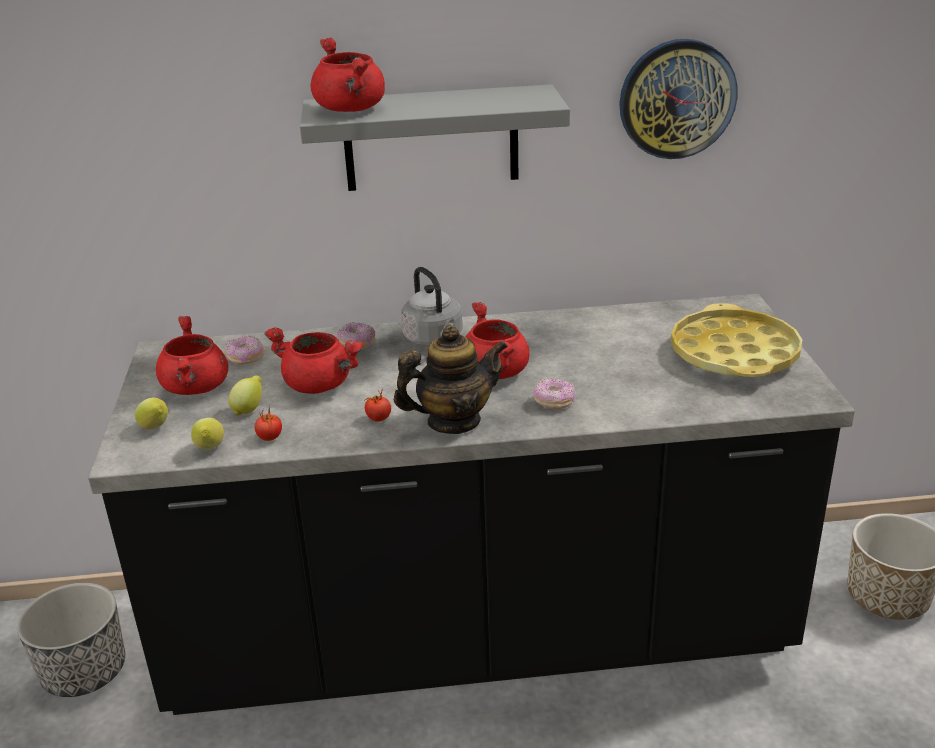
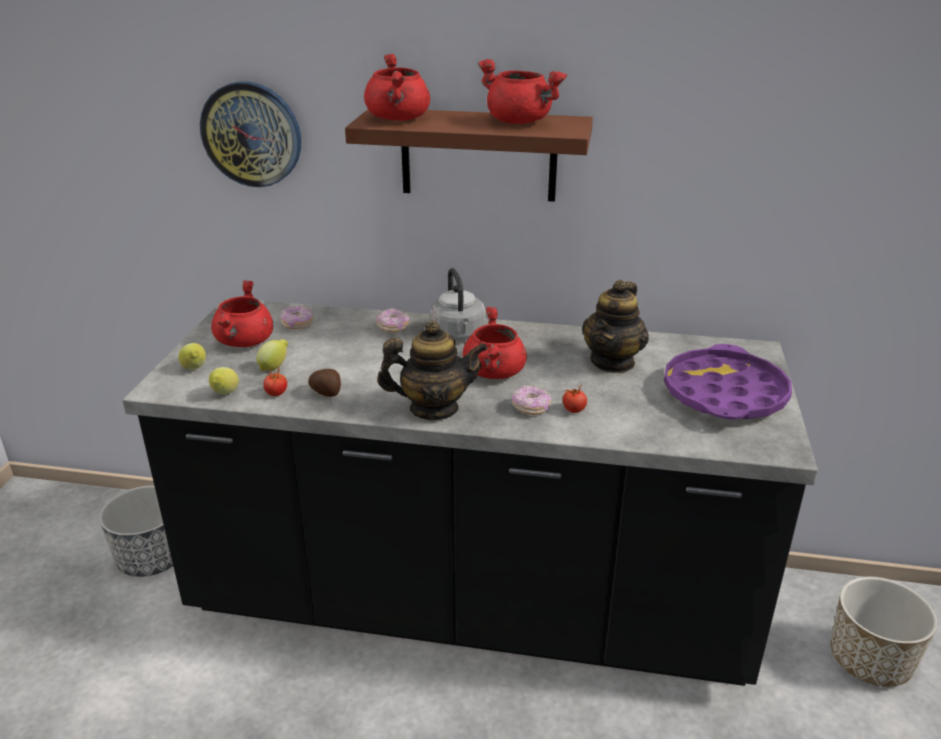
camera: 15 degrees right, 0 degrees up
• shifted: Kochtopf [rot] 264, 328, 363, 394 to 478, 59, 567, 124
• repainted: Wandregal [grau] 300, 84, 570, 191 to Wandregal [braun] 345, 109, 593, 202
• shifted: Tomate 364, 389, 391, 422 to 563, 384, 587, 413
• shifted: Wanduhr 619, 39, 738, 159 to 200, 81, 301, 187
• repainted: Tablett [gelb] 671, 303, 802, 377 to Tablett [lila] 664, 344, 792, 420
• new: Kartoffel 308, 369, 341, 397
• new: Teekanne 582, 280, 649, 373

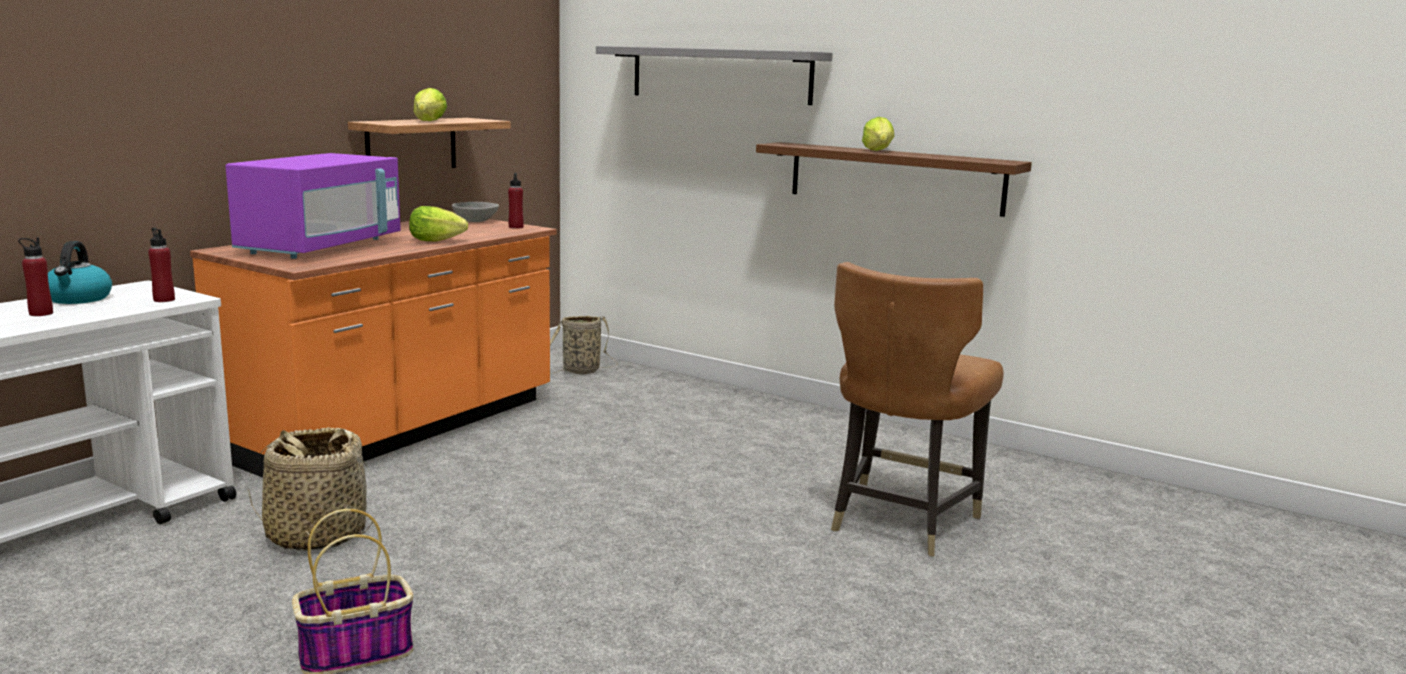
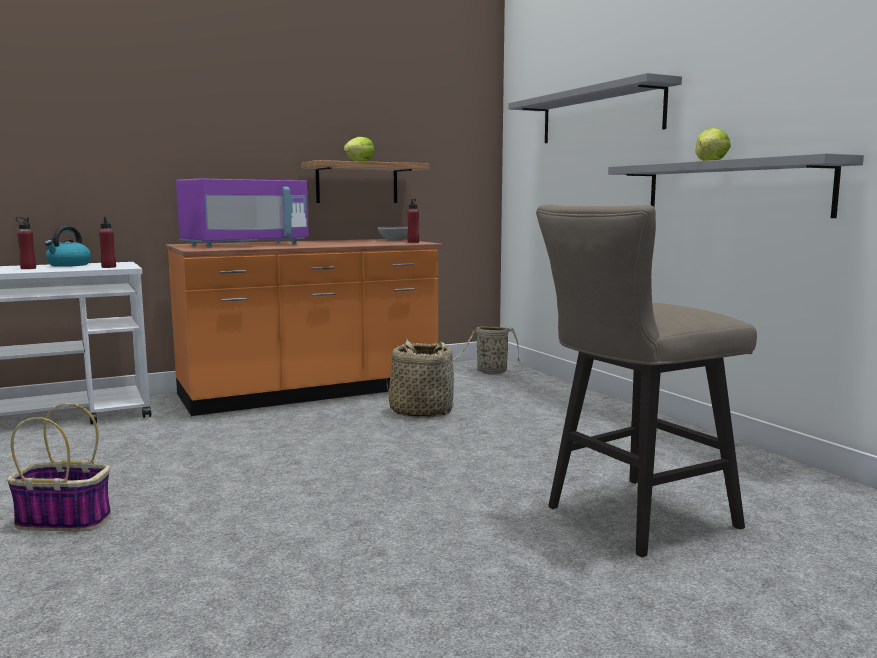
camera: 30 degrees right, 5 degrees down
• shifted: Korb 248, 427, 375, 551 to 387, 339, 454, 418
• gone: Salatkopf 409, 206, 468, 242
• repainted: Wandregal [braun] 756, 142, 1032, 217 to Wandregal [grau] 608, 153, 864, 218
• swapped: Stuhl [braun] 831, 262, 1004, 556 to Hocker [beige] 536, 204, 757, 557

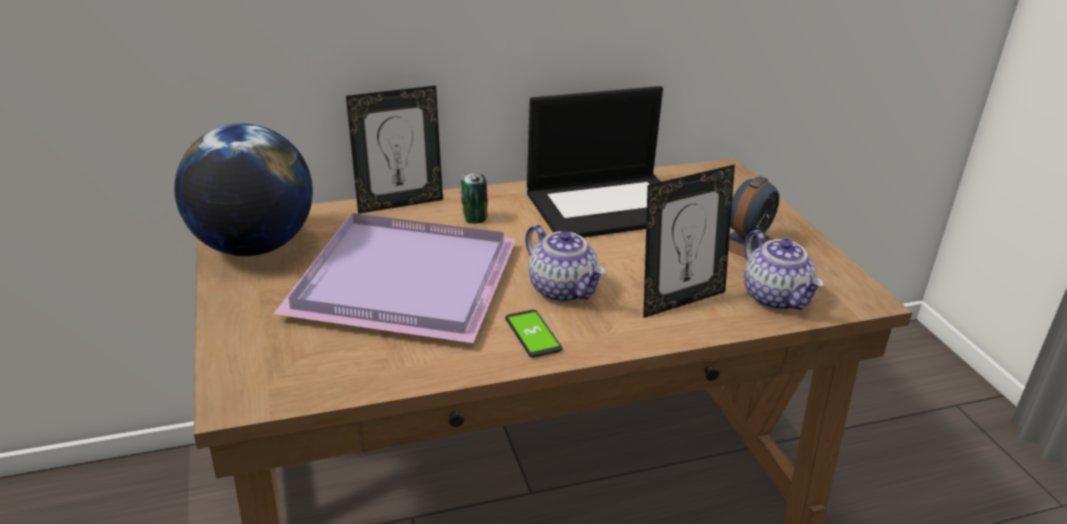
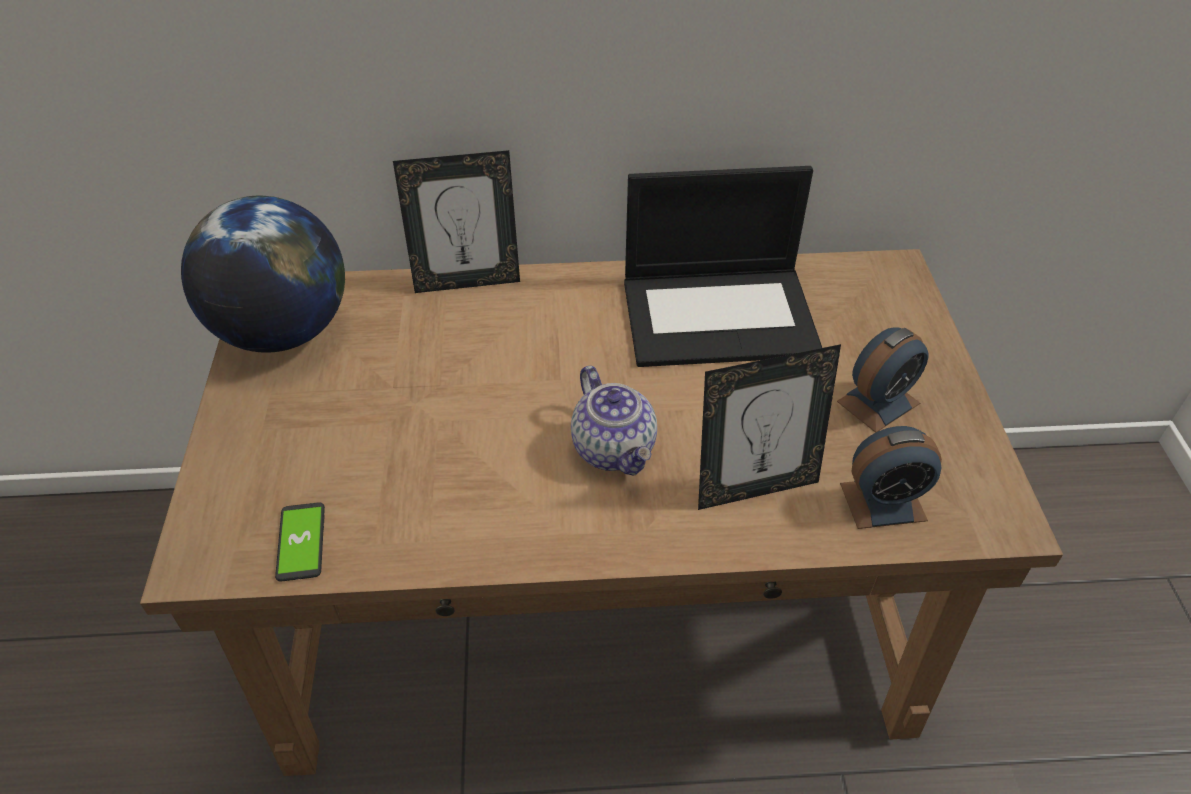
camera: 15 degrees right, 15 degrees up
• gone: Tablett [lila] 274, 213, 516, 343
• gone: Dose 460, 173, 488, 223
• shifted: Handy 505, 310, 562, 358 to 275, 502, 325, 582
• swapped: Teekanne 744, 230, 824, 310 to Wecker 840, 426, 942, 529

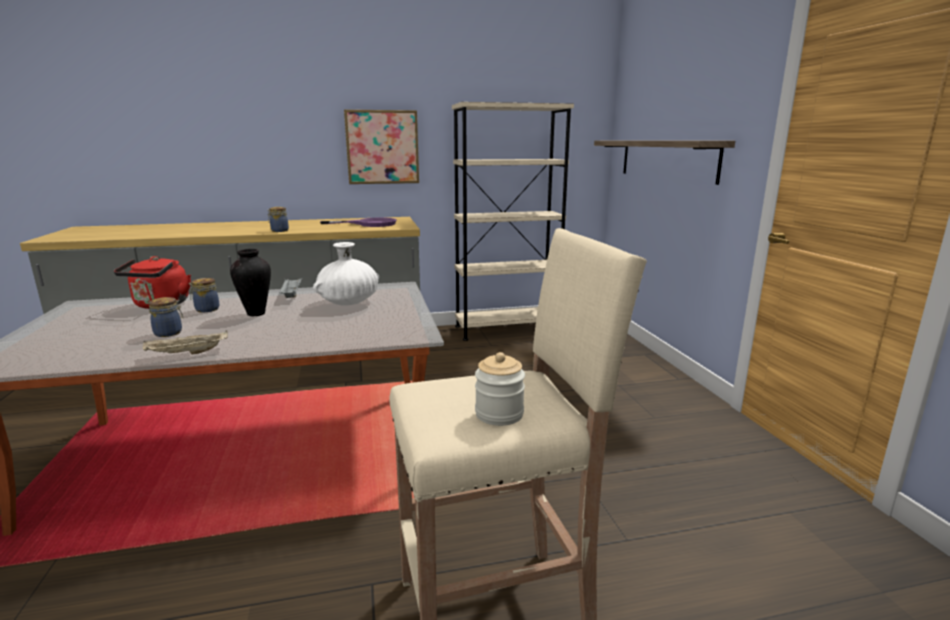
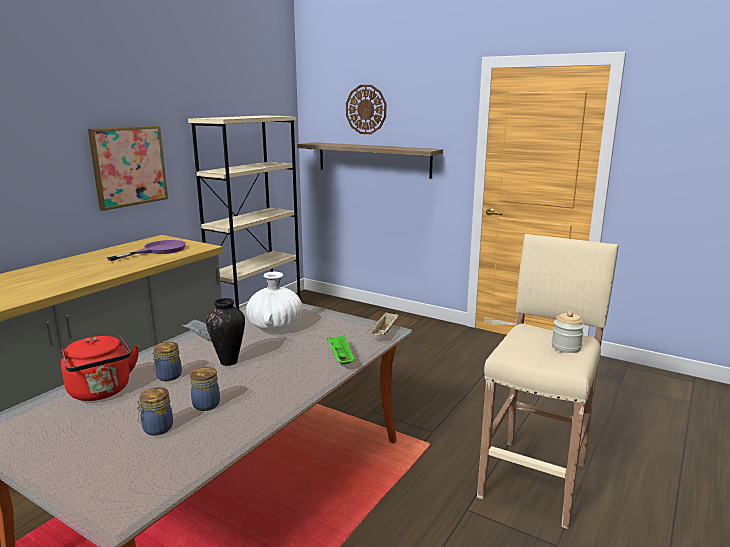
camera: 45 degrees left, 0 degrees up
• shifted: Tablett [beige] 143, 331, 228, 355 to 367, 312, 398, 336
• shifted: Vorratsglas 268, 207, 289, 232 to 136, 387, 173, 435
• new: Tablett [grün] 327, 335, 355, 365
• new: Wanduhr 346, 85, 386, 134

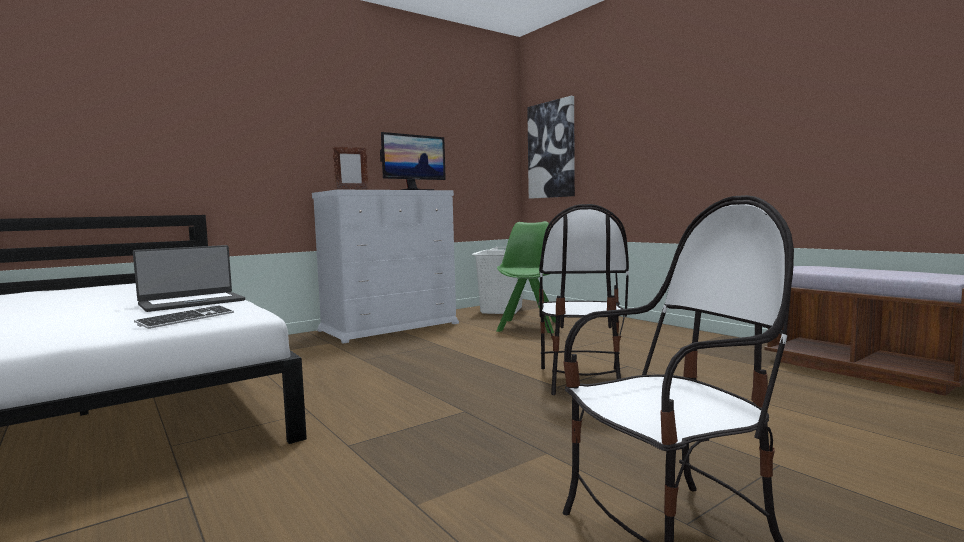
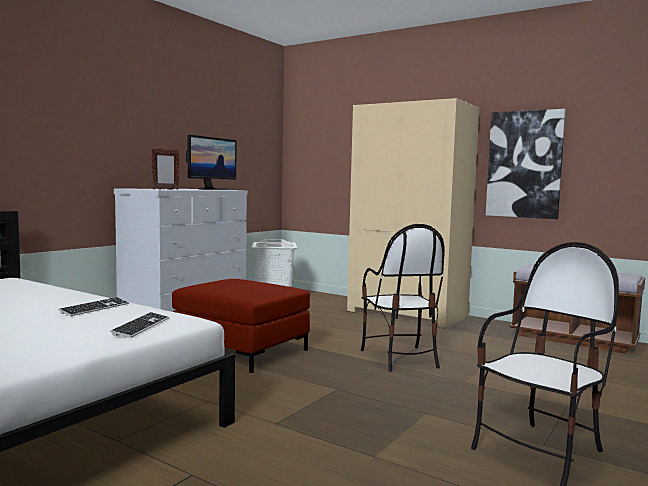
camera: 20 degrees left, 0 degrees up
• swapped: Laptop 133, 245, 245, 312 to Tastatur 58, 297, 129, 316
• gone: Stuhl [grün] 496, 221, 556, 333
• shifted: Bild 527, 96, 575, 199 to 486, 109, 566, 219
• new: Polsterhocker [rot] 172, 279, 310, 373
• new: Kleiderschrank [beige] 347, 98, 479, 328

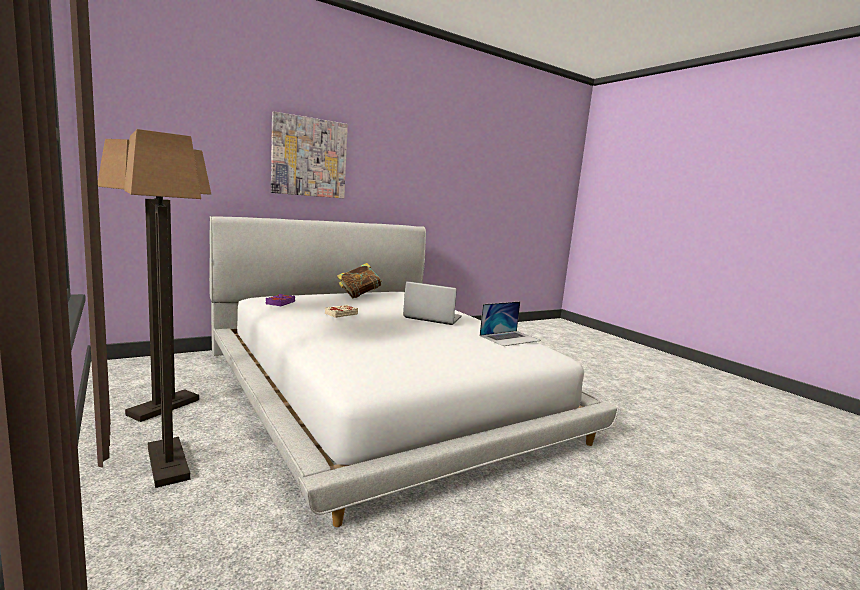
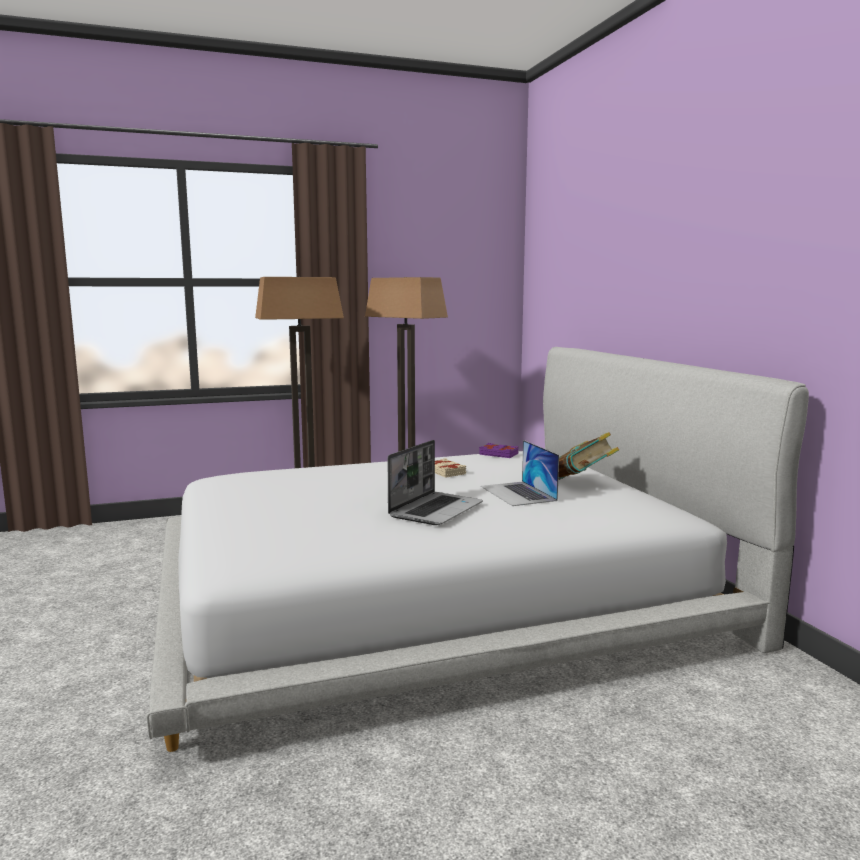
camera: 105 degrees right, 0 degrees up
• gone: Bild 271, 111, 348, 198
• shifted: Laptop 479, 301, 541, 346 to 481, 440, 559, 506

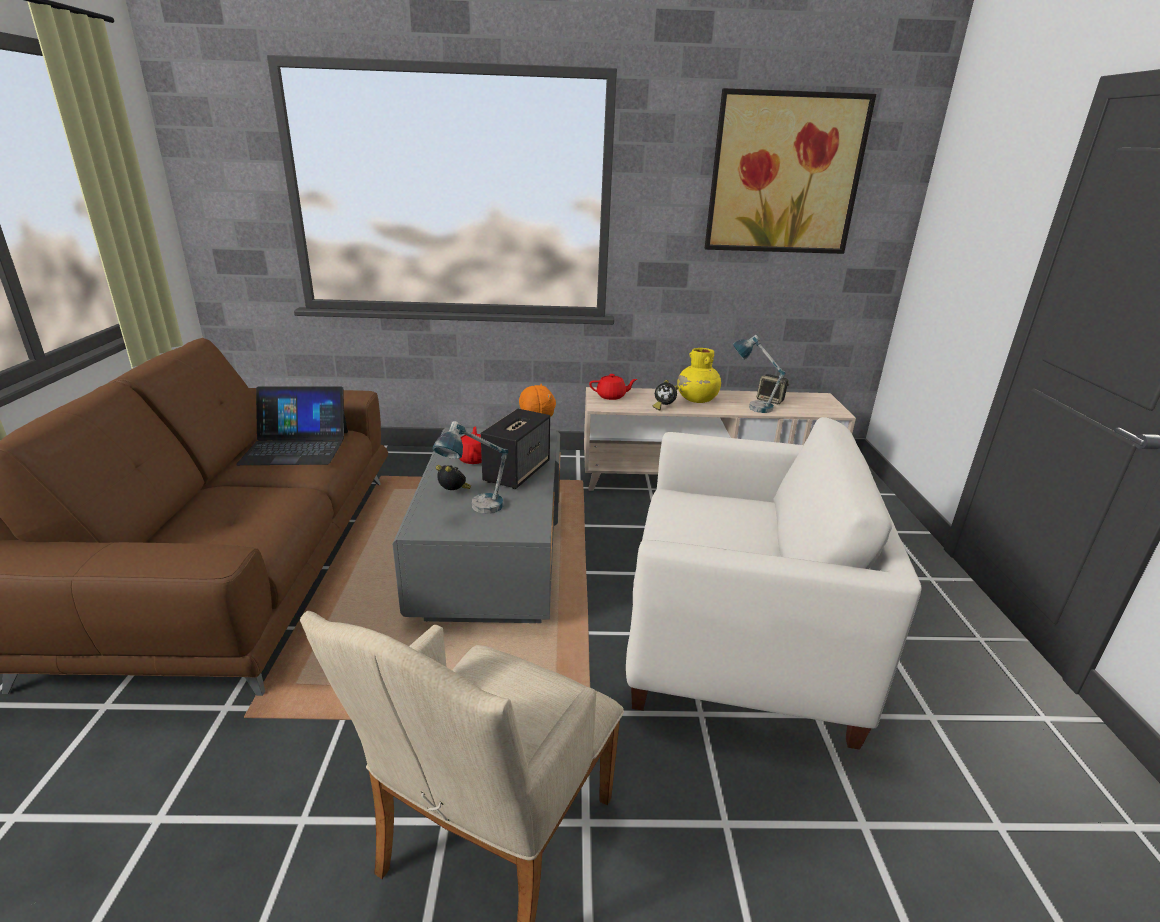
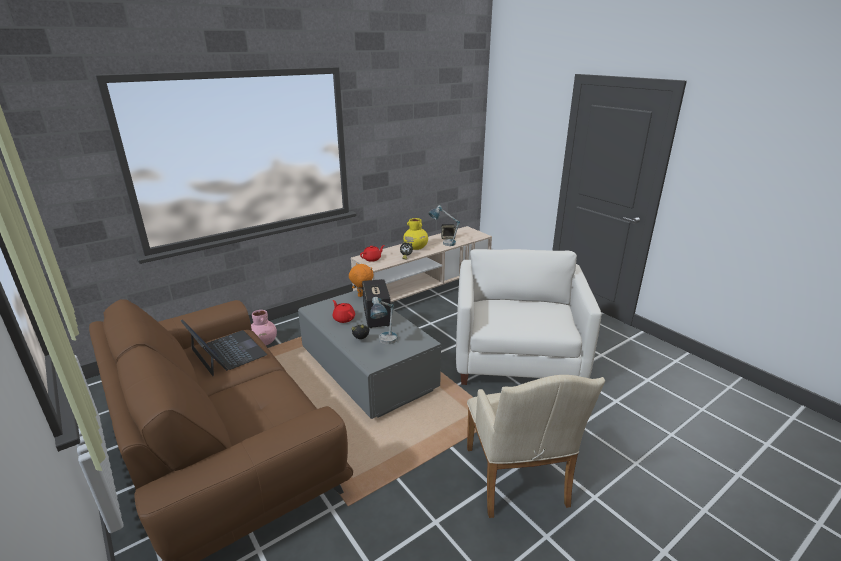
camera: 35 degrees left, 0 degrees up
• rotated: Laptop 236, 386, 348, 465 = 181, 319, 267, 376 90 degrees counterclockwise
• rotated: Sessel [weiß] 626, 417, 922, 750 = 456, 249, 601, 385 60 degrees counterclockwise
• gone: Bild 705, 88, 876, 254
• new: Vase [rosa] 251, 310, 277, 345

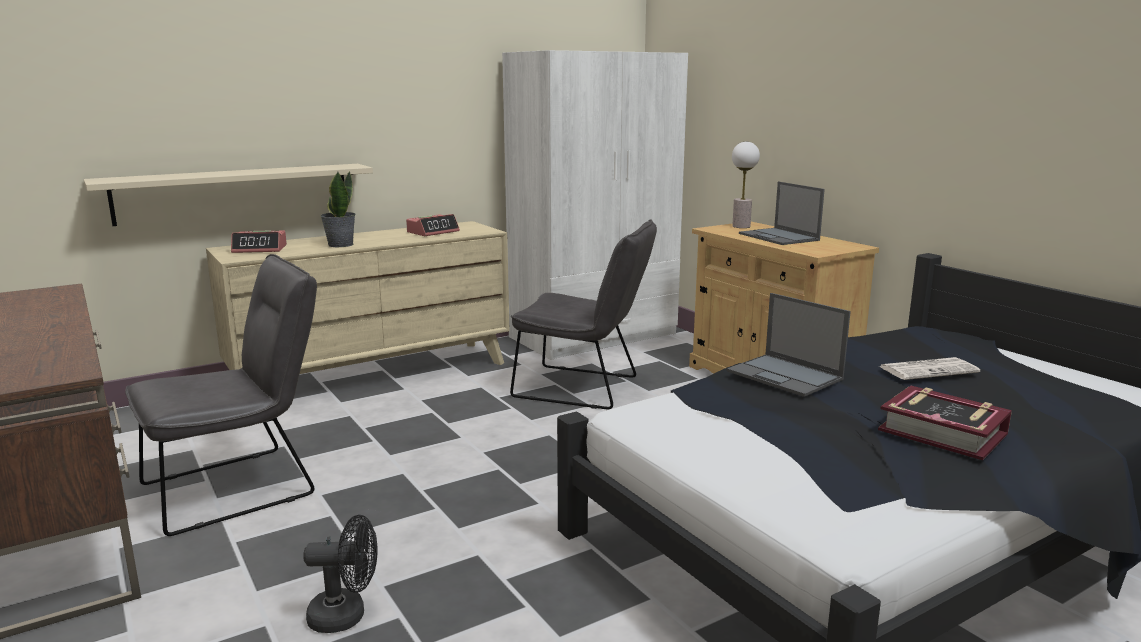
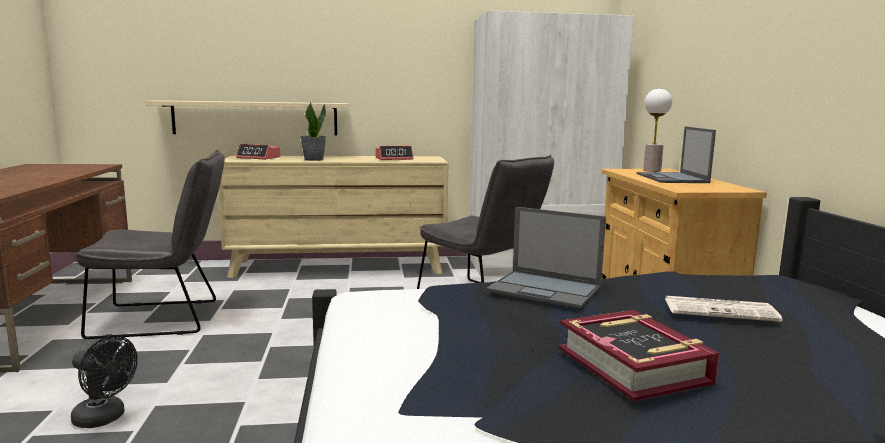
camera: 25 degrees right, 5 degrees down
• rotated: Laptop 727, 293, 851, 397 = 486, 207, 606, 309 45 degrees counterclockwise

